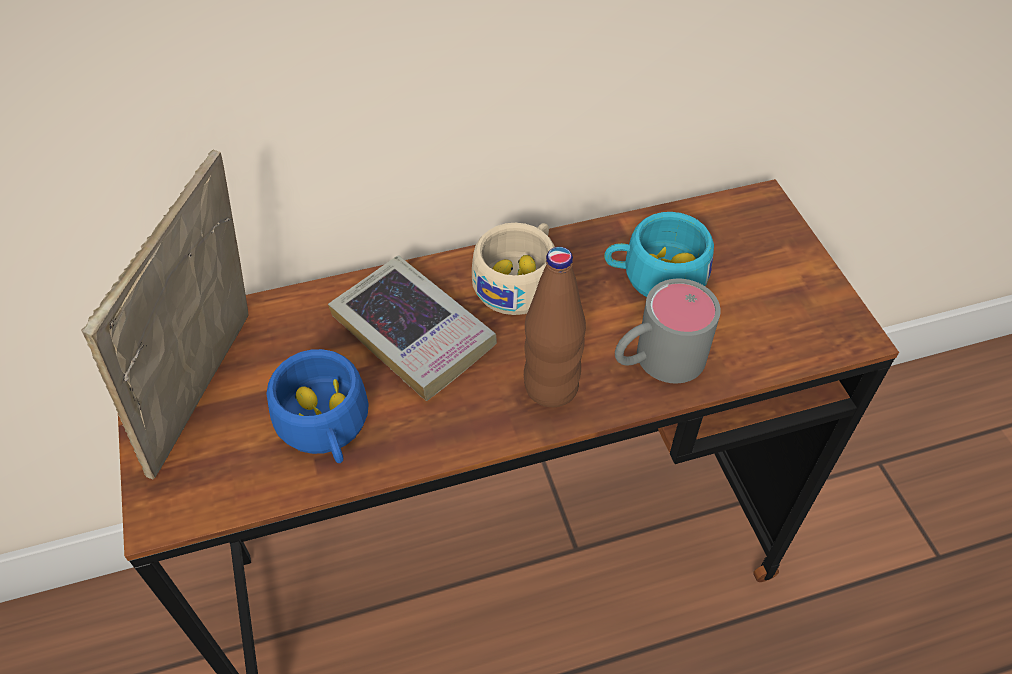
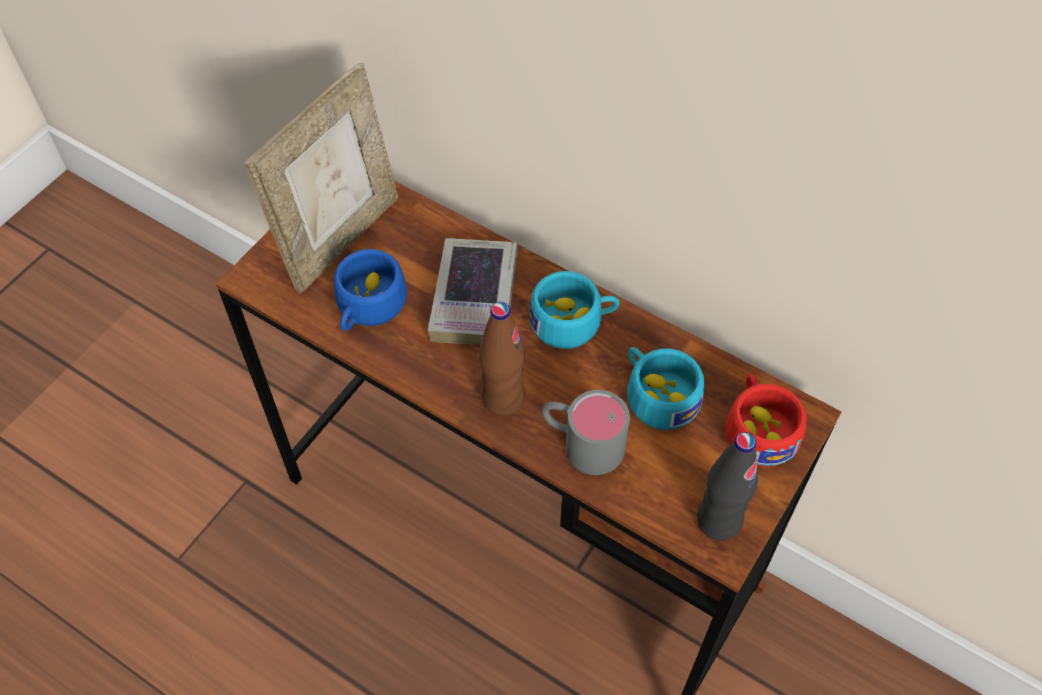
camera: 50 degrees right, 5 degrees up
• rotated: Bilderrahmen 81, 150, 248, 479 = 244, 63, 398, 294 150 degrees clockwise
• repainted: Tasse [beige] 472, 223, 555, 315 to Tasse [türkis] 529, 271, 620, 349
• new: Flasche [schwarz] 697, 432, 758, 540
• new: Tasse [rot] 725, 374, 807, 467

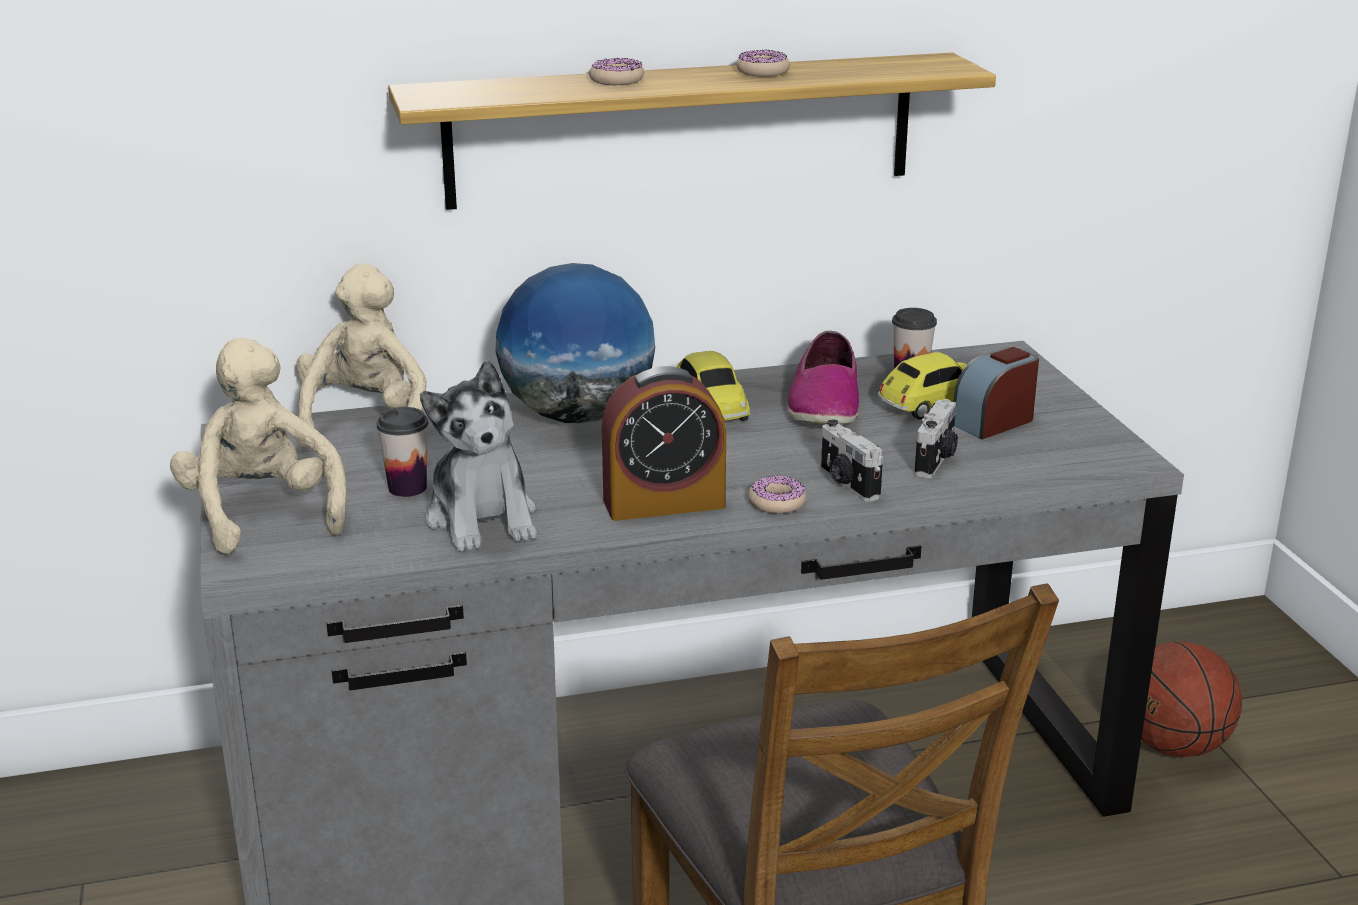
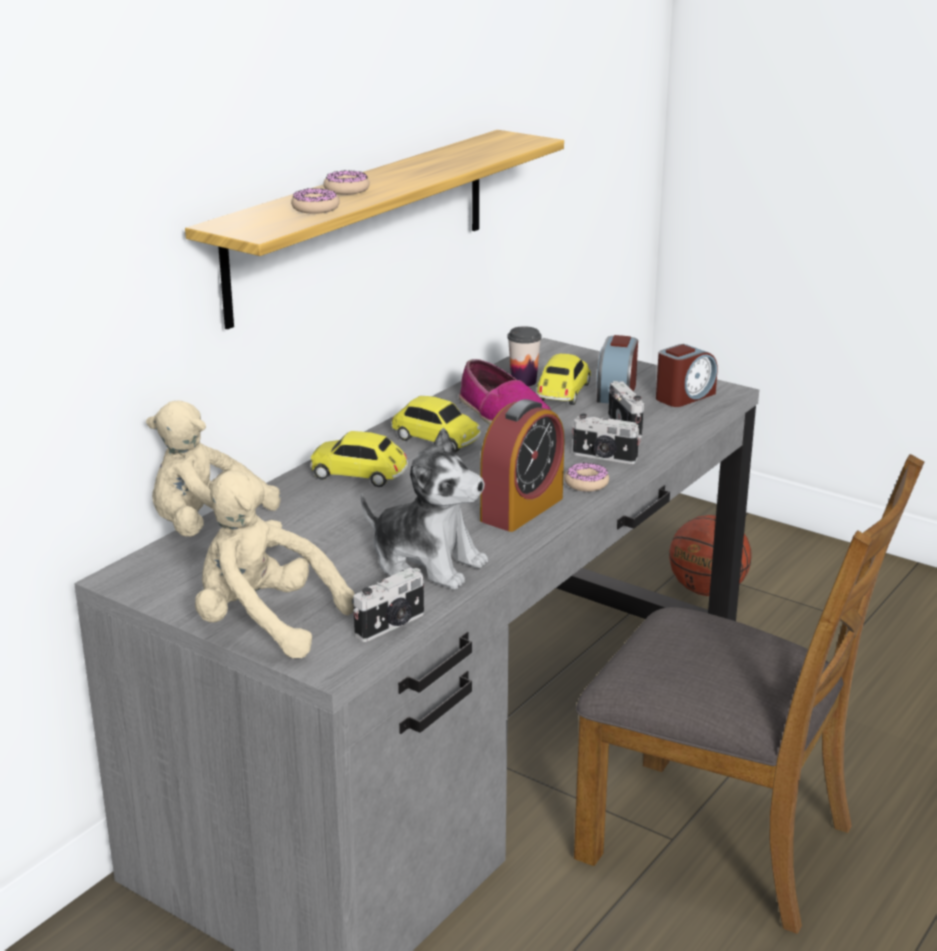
camera: 40 degrees left, 0 degrees up
• rotated: Plüschtier [beige] 296, 263, 427, 448 = 146, 401, 282, 547 60 degrees counterclockwise
• gone: Tasse 377, 407, 428, 497
• swapped: Globus 495, 263, 655, 423 to Spielzeugauto 310, 431, 408, 487
• shifted: Donut 736, 49, 790, 77 to 291, 188, 340, 214
• new: Kamera 353, 568, 424, 642
• new: Wecker 656, 344, 717, 407

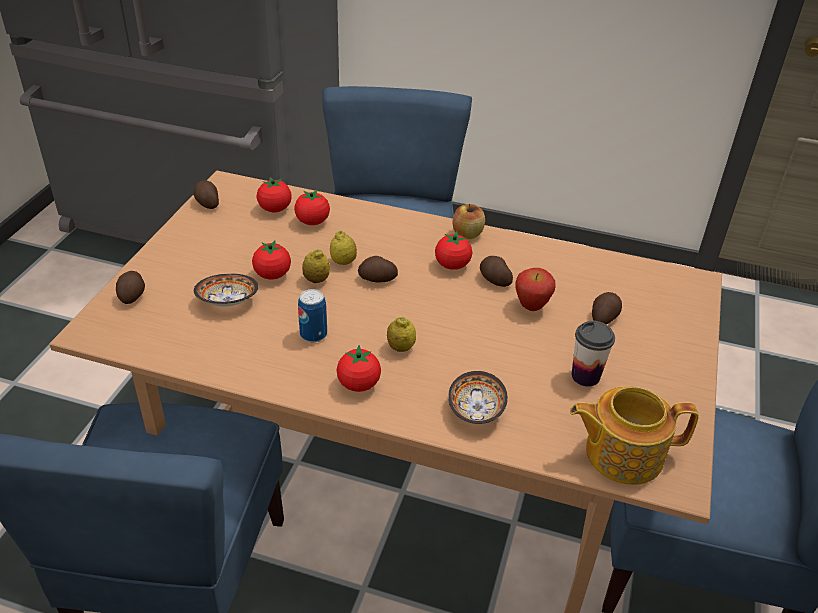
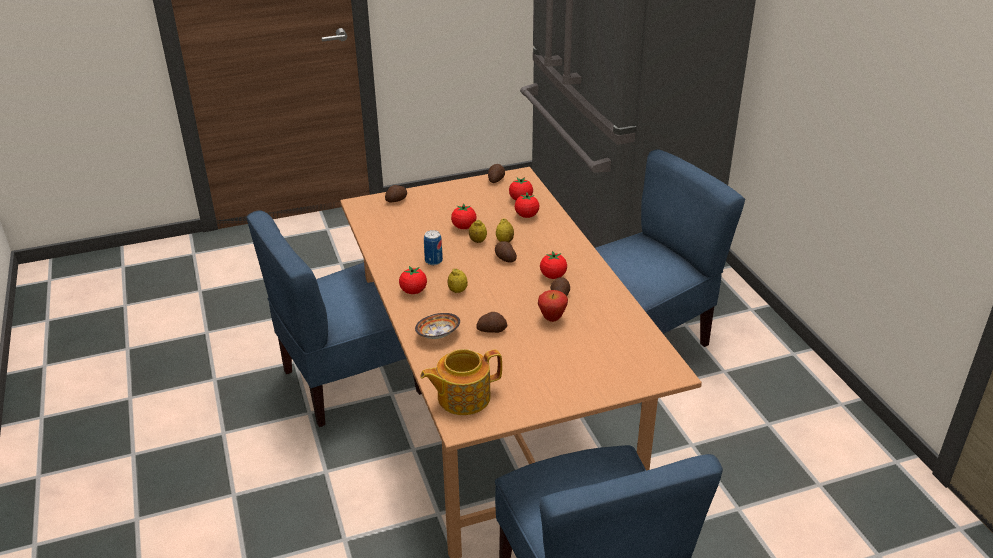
camera: 55 degrees right, 5 degrees down
• gone: Schüssel 194, 273, 259, 306
• gone: Apfel 452, 204, 485, 239
• rotated: Teekanne 570, 386, 699, 485 = 420, 349, 502, 415 75 degrees counterclockwise
• gone: Tasse 572, 321, 615, 387
• shifted: Kartoffel 592, 292, 622, 324 to 476, 312, 507, 333

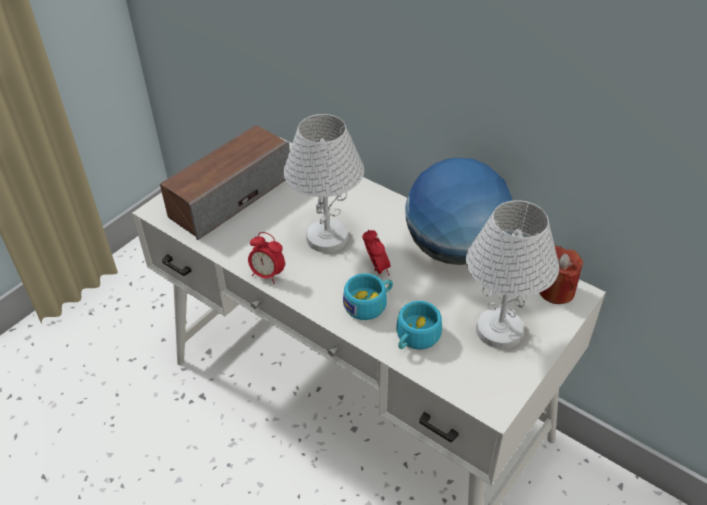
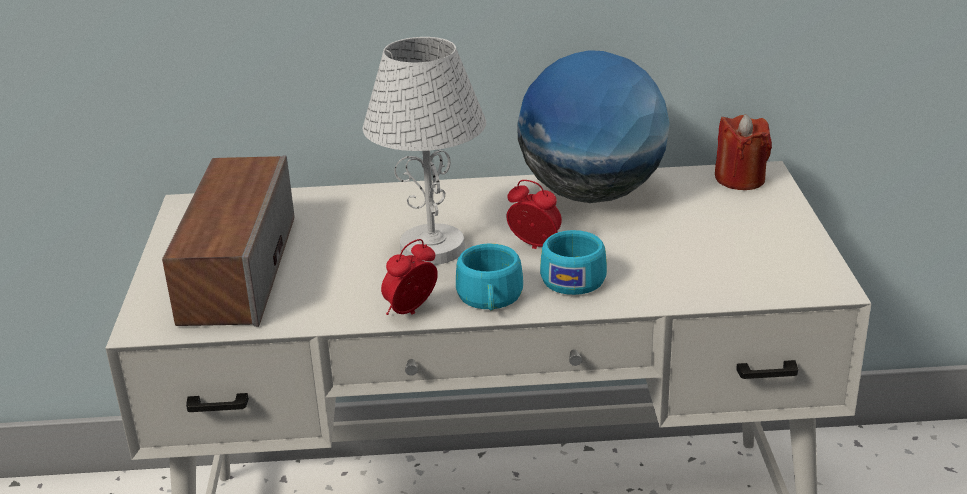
camera: 40 degrees left, 15 degrees down
• rotated: Wecker 248, 232, 285, 284 = 381, 239, 438, 315 150 degrees clockwise
• shifted: Tasse [türkis] 396, 301, 442, 349 to 456, 244, 523, 311
• gone: Tischlampe [weiß] 466, 200, 559, 349

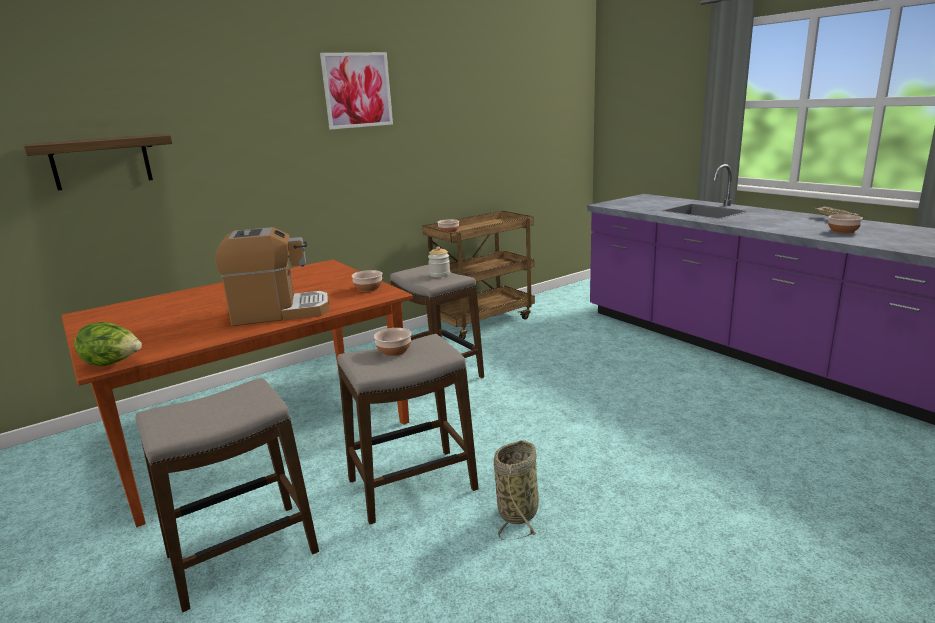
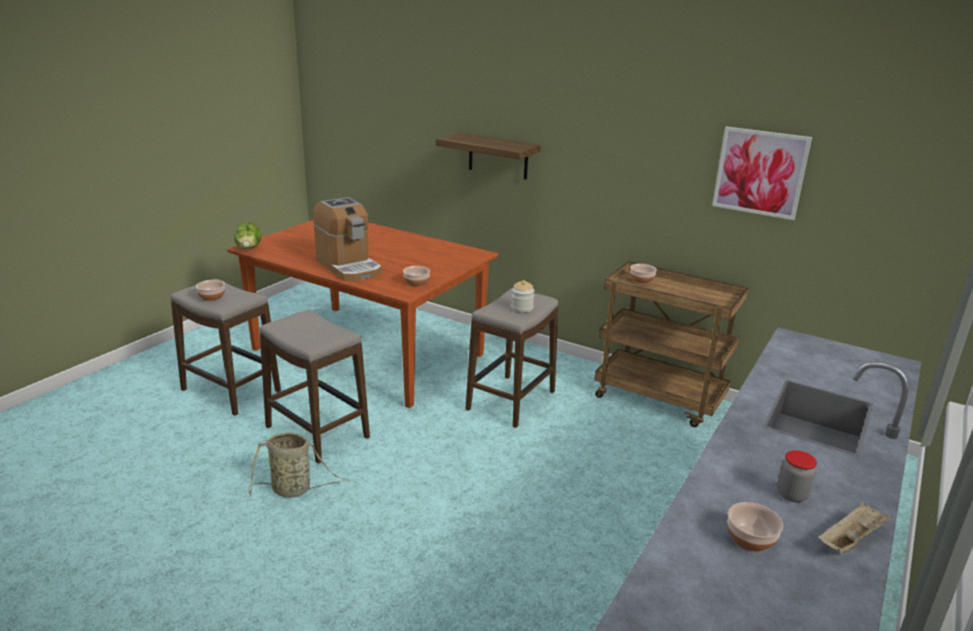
camera: 65 degrees right, 5 degrees up
• shifted: Wandregal 23, 134, 172, 190 to 436, 133, 541, 180
• shifted: Bild 320, 52, 393, 130 to 712, 127, 812, 220
• shifted: Schüssel 374, 328, 411, 356 to 196, 280, 225, 301
• new: Vorratsglas 777, 450, 817, 502

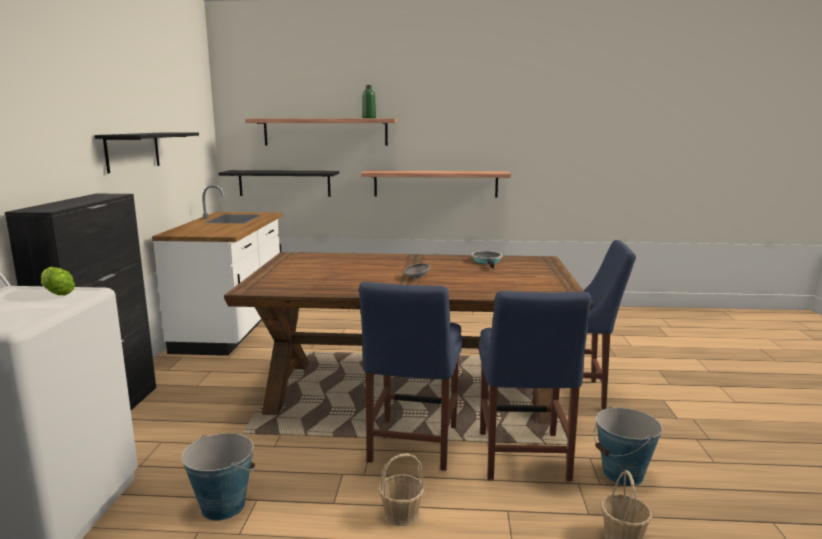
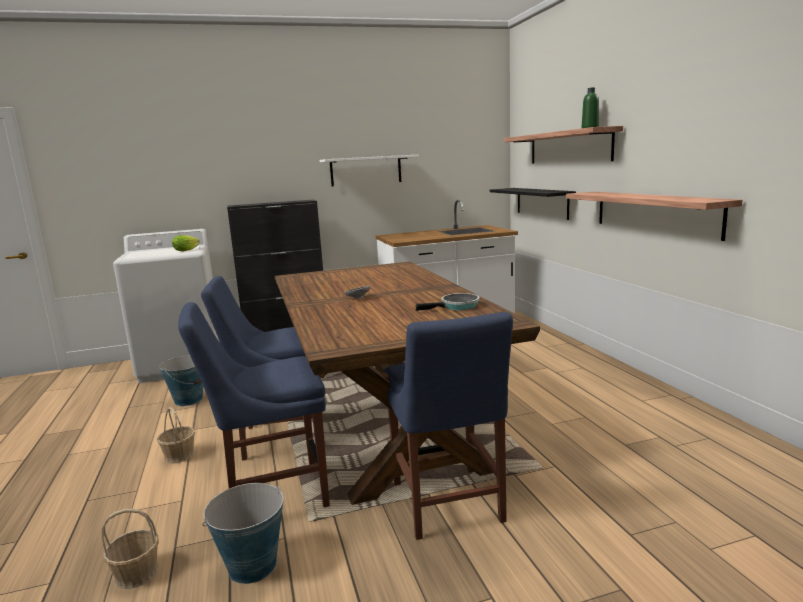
camera: 70 degrees right, 0 degrees up
• repainted: Wandregal [schwarz] 94, 133, 199, 174 to Wandregal [weiß] 320, 155, 419, 186

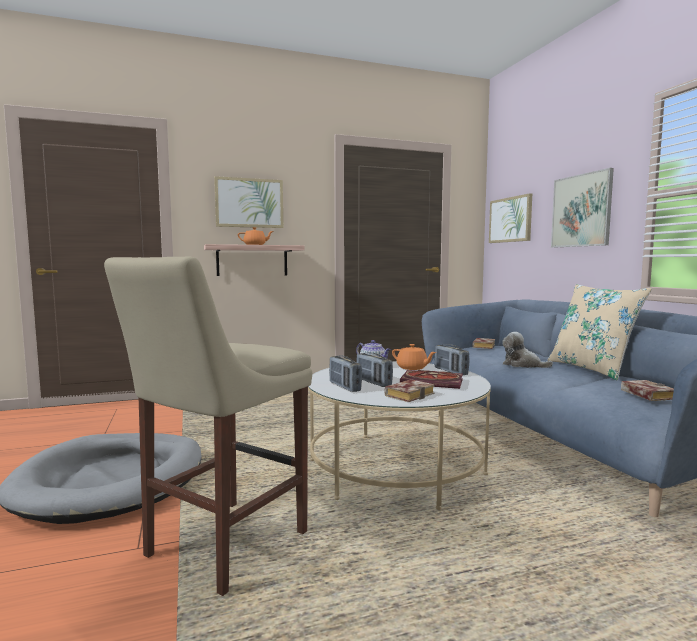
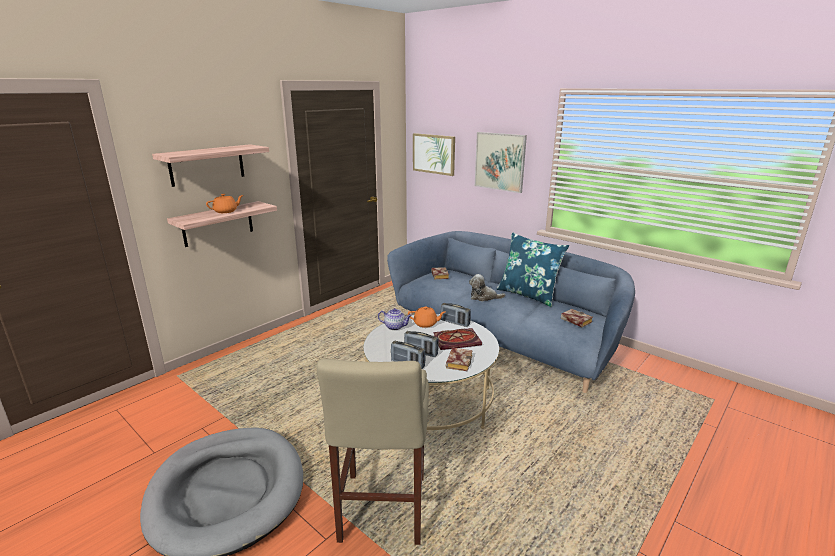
camera: 30 degrees left, 15 degrees up
• swapped: Bild 214, 176, 283, 228 to Wandregal 152, 144, 269, 187
• repainted: Kissen [beige] 548, 284, 652, 380 to Kissen [blau] 497, 232, 569, 307

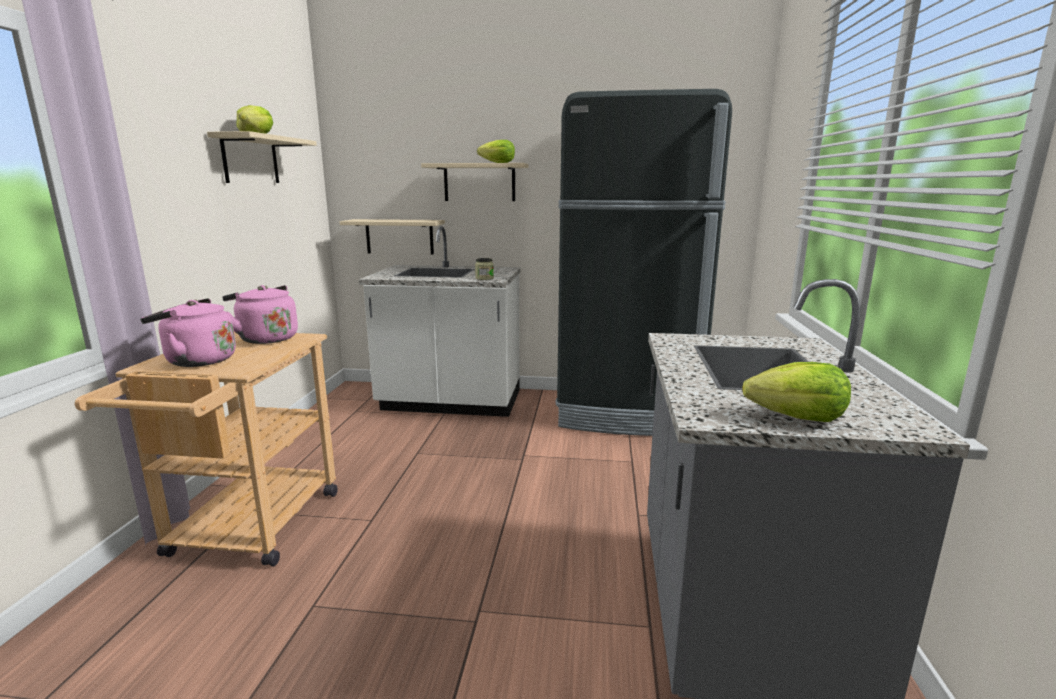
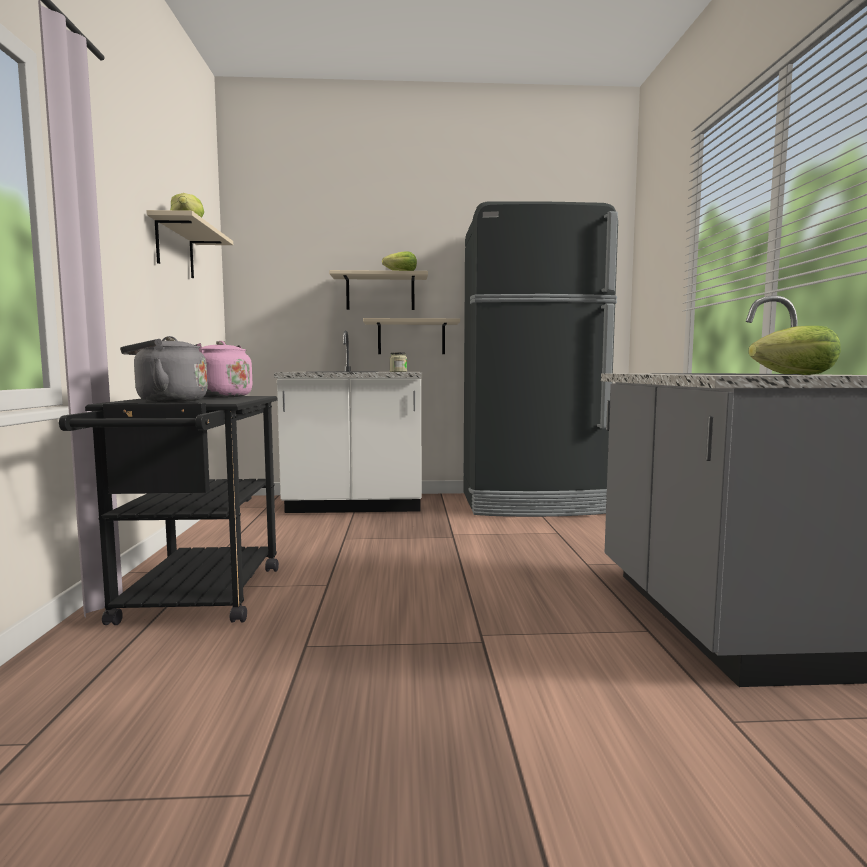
camera: 10 degrees left, 10 degrees down
• repainted: Rollwagen [beige] 75, 332, 338, 567 to Rollwagen [schwarz] 59, 396, 279, 625
• repainted: Wasserkessel [rosa] 140, 298, 236, 367 to Wasserkessel [grau] 120, 336, 208, 402
• shifted: Wandregal [beige] 340, 219, 445, 255 to 363, 318, 460, 354

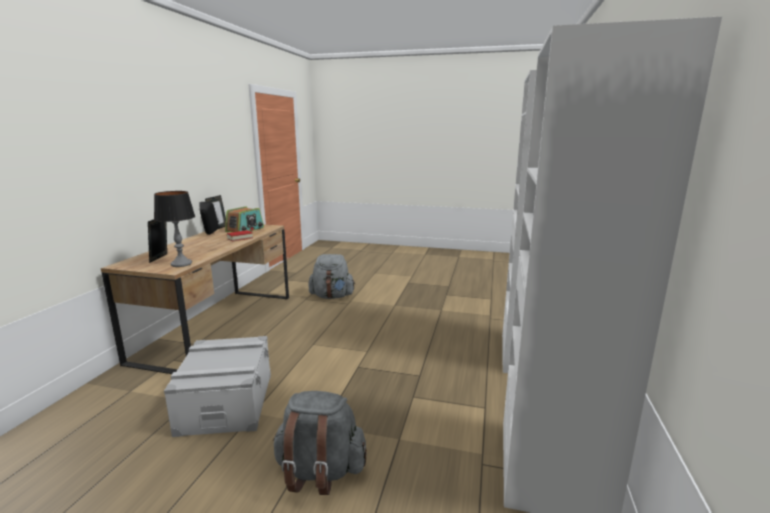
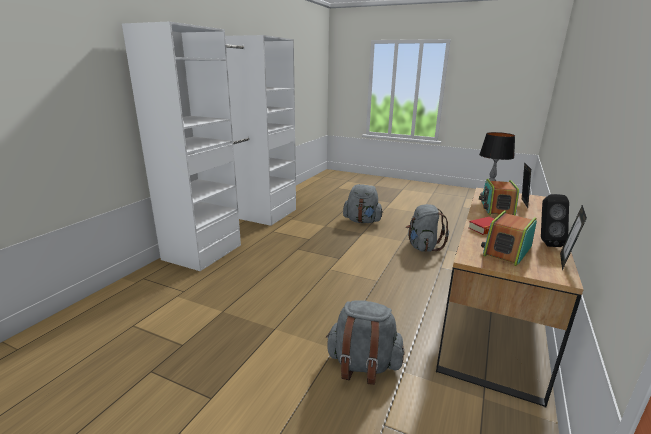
camera: 170 degrees left, 5 degrees up
• swapped: Aufbewahrungsbox [grau] 164, 336, 271, 437 to Rucksack [grau] 406, 204, 449, 252
• new: Radio 479, 179, 519, 216

